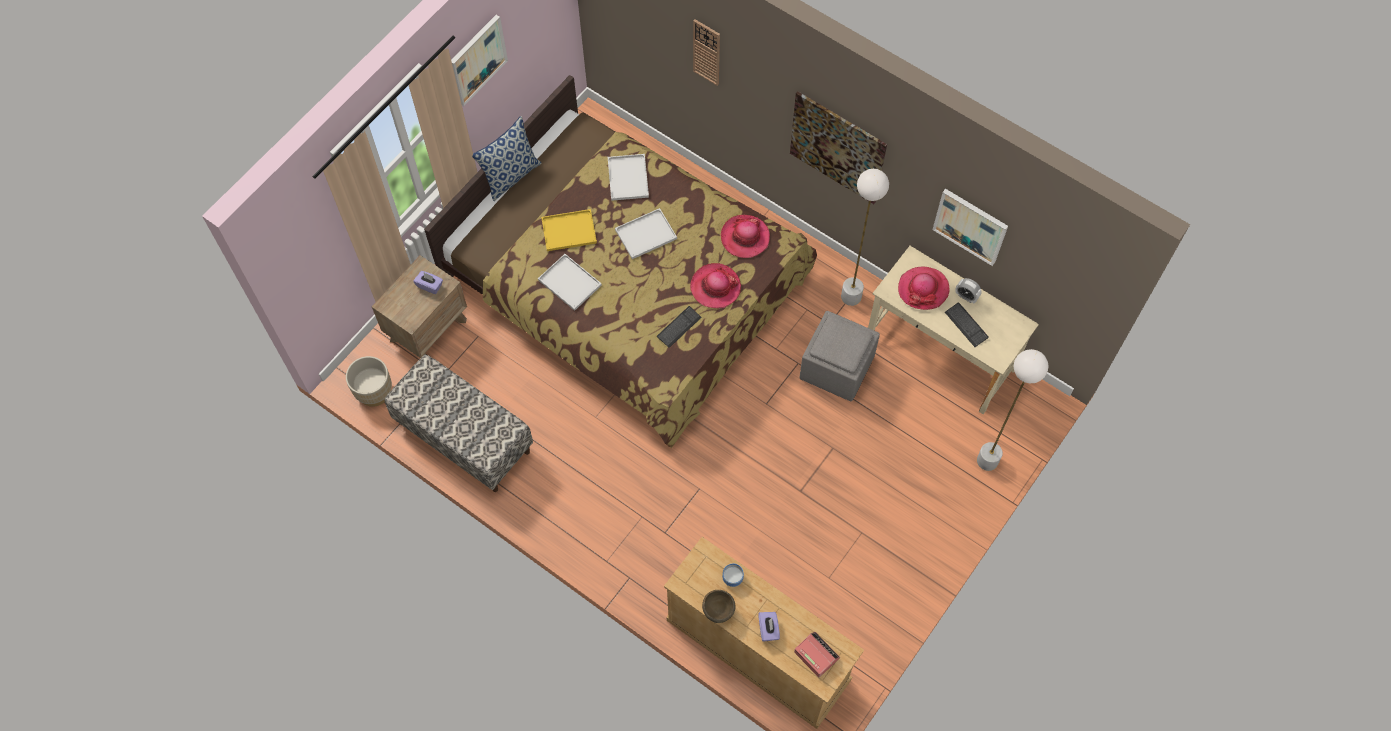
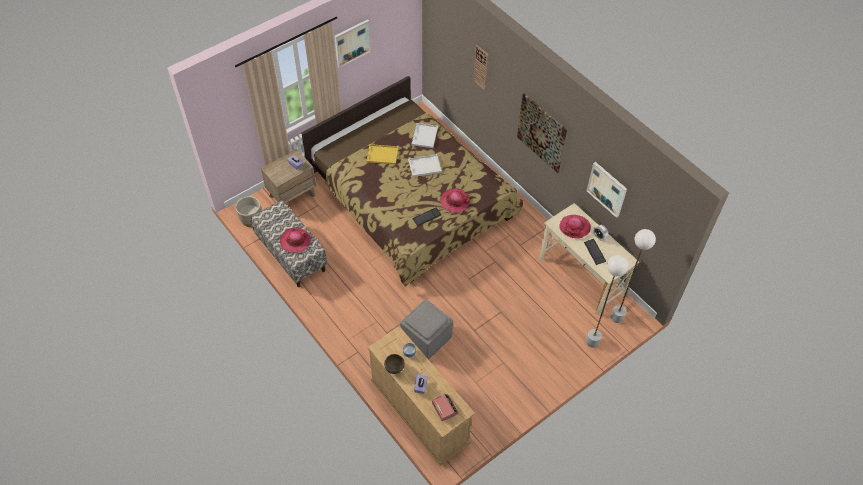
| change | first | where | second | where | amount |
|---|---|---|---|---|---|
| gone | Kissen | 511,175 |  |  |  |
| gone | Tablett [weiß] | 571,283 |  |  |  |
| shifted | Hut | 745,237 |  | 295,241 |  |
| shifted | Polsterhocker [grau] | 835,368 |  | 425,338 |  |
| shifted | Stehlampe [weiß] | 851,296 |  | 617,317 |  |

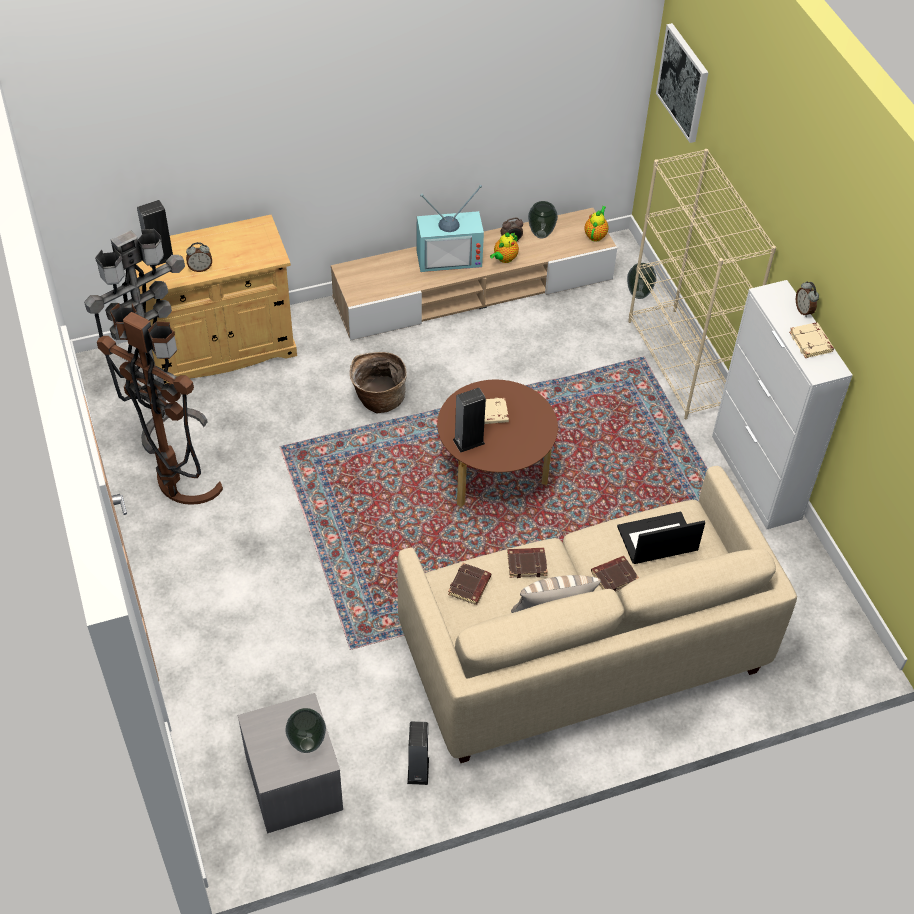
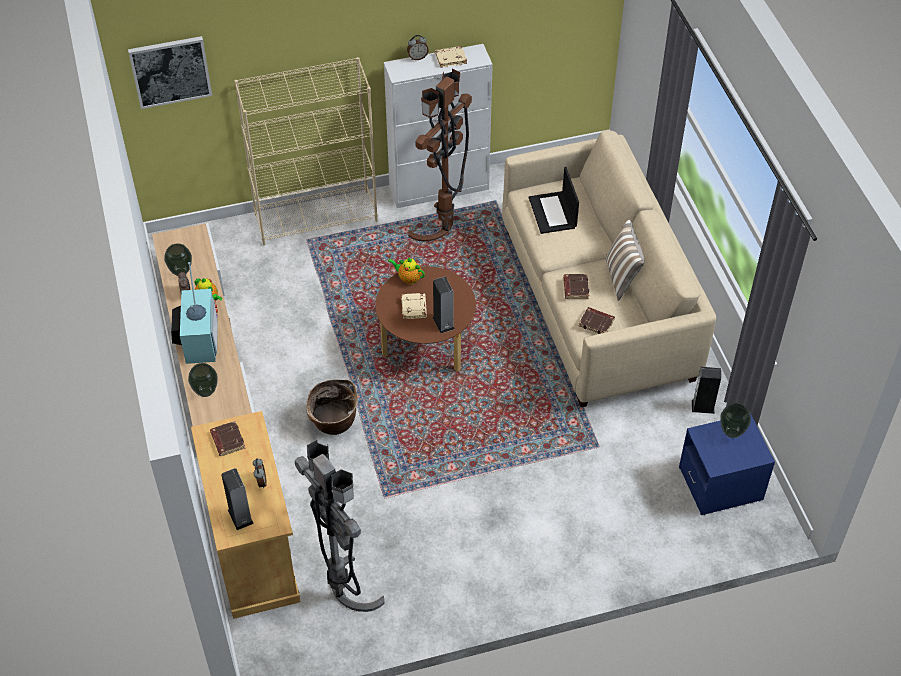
| change | first | where | second | where | amount |
|---|---|---|---|---|---|
| shifted | Stehlampe [braun] | 177,493 |  | 442,229 |  |
| repainted | Nachttisch [grau] | 294,784 | Nachttisch [blau] | 720,484 |  |
| shifted | Teekanne | 595,235 |  | 408,278 |  |
| shifted | Buch [braun] | 614,576 |  | 227,440 |  |
| shifted | Vase | 638,294 |  | 205,392 |  |

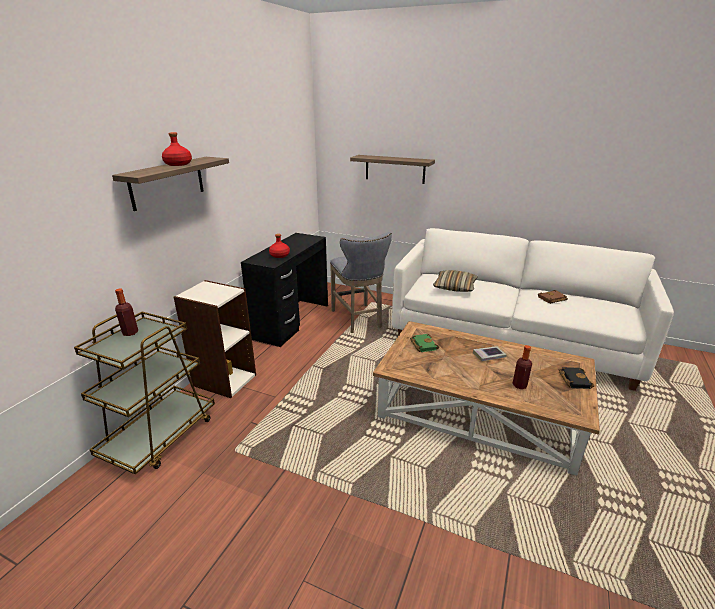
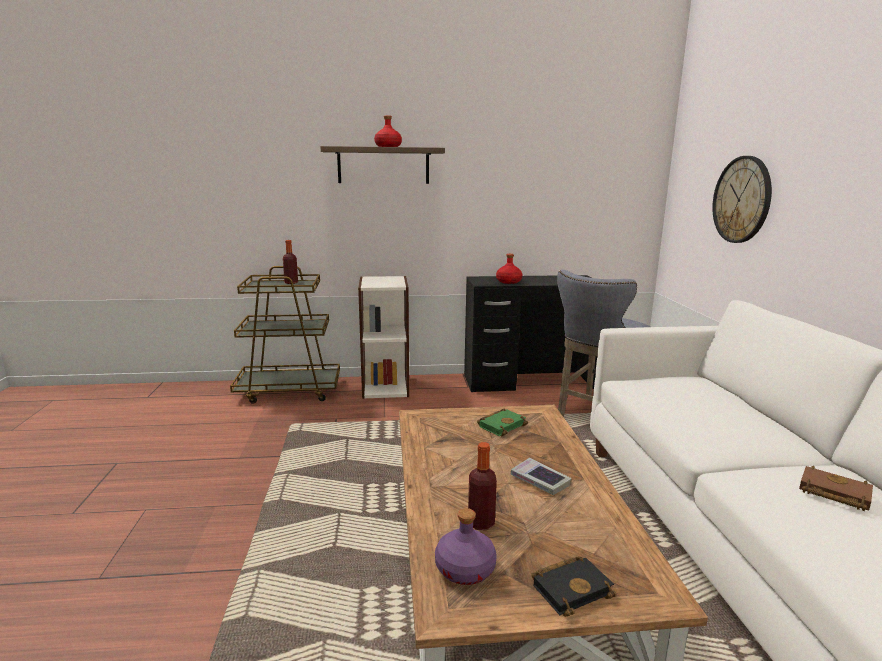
| change | first | where | second | where | amount |
|---|---|---|---|---|---|
| swapped | Wandregal | 395,169 | Wanduhr | 742,200 |  |
| gone | Kissen | 454,287 |  |  |  |
| new |  |  | Flasche [lila] | 465,569 |  |

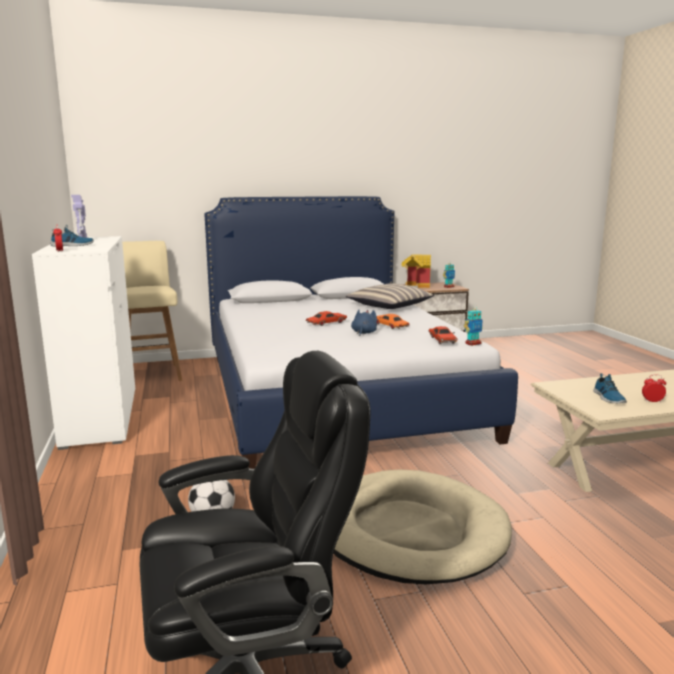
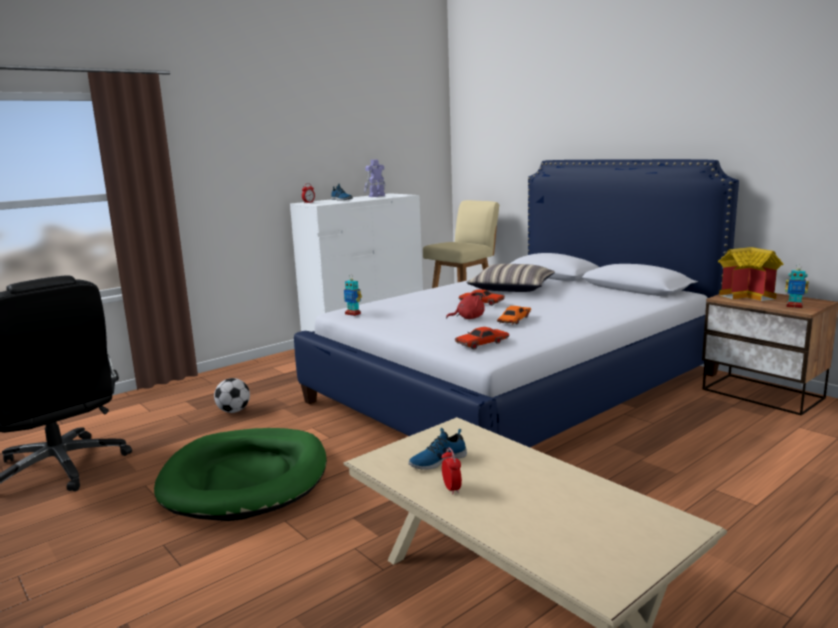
| change | first | where | second | where | amount |
|---|---|---|---|---|---|
| repainted | Hundebett [beige] | 408,532 | Hundebett [grün] | 246,478 |  |
| shifted | Kissen | 389,305 |  | 511,288 |  |
| repainted | Plüschtier [blau] | 363,333 | Plüschtier [rot] | 468,318 |  |
| shifted | Spielzeugroboter | 473,343 |  | 353,314 |  |

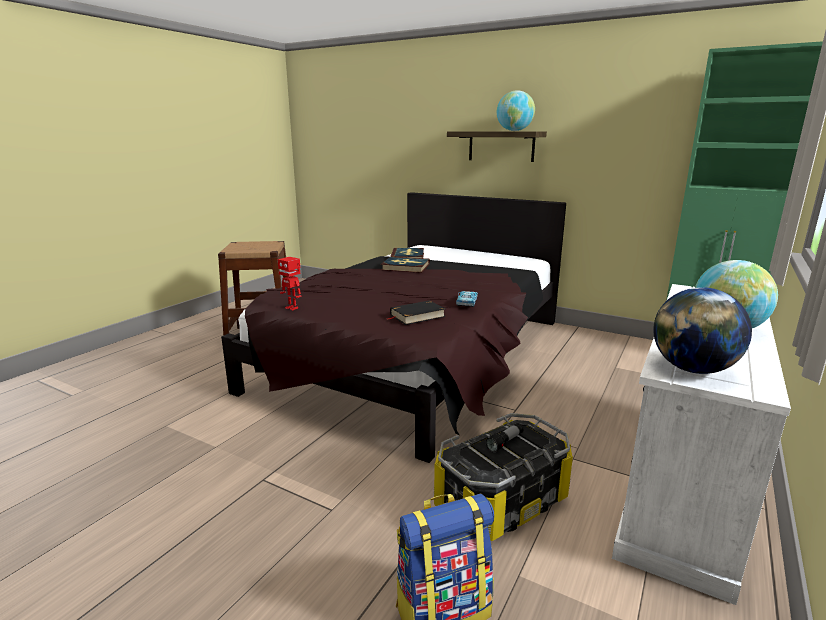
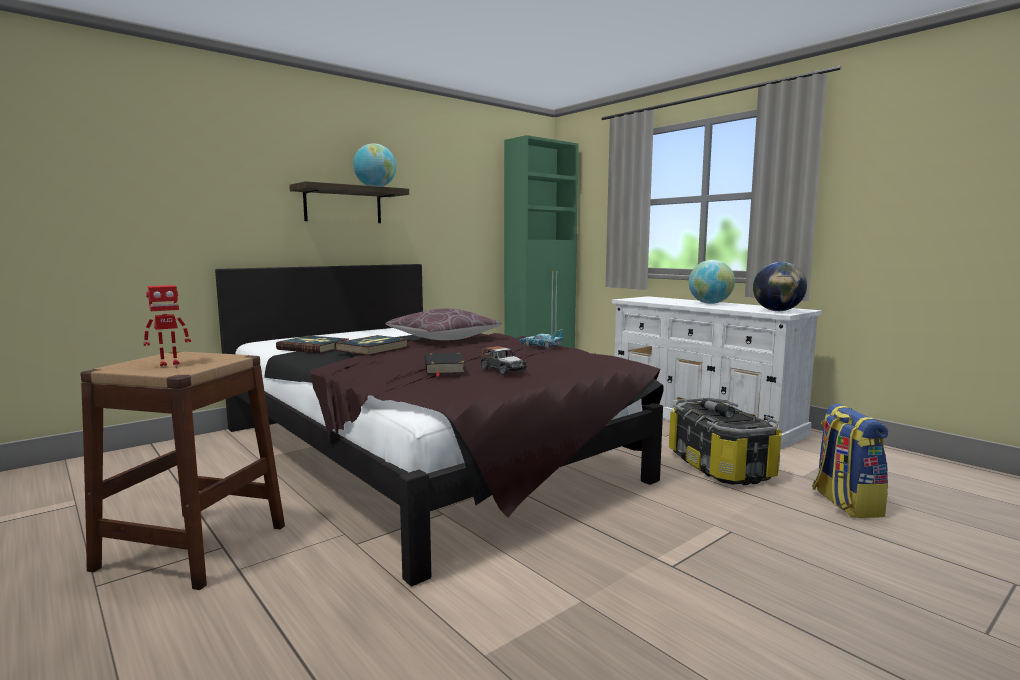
| change | first | where | second | where | amount |
|---|---|---|---|---|---|
| shifted | Spielzeugroboter | 292,308 |  | 169,363 |  |
| shifted | Buch [schwarz] | 417,316 |  | 443,368 |  |
| new |  |  | Kissen [braun] | 444,339 |  |
| new |  |  | Spielzeugauto | 502,370 |  |

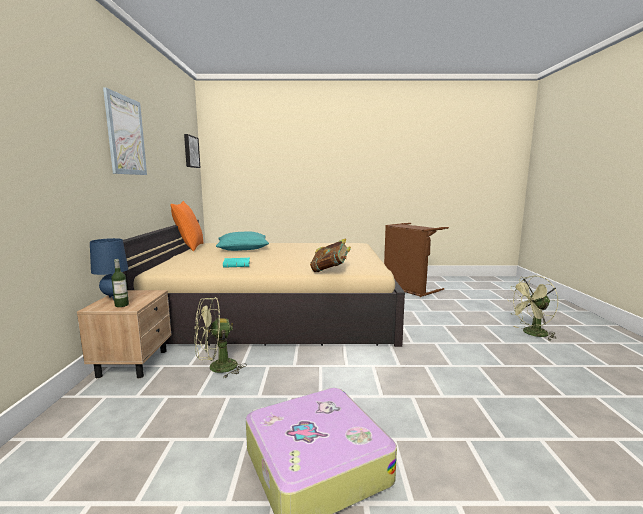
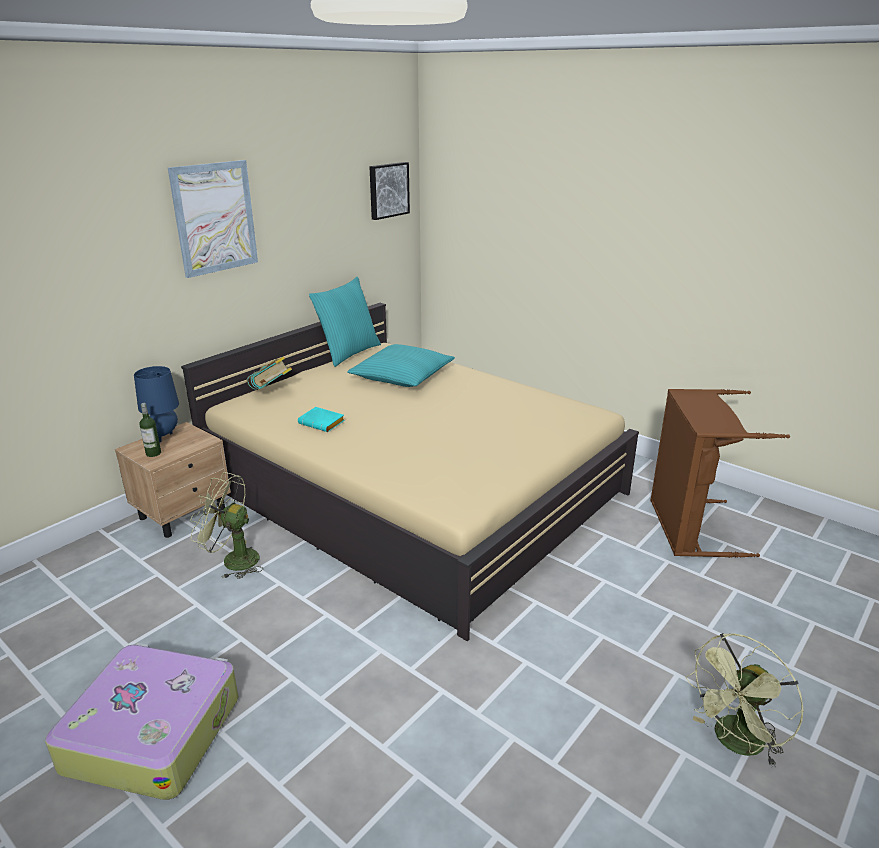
| change | first | where | second | where | amount |
|---|---|---|---|---|---|
| repainted | Kissen [orange] | 189,247 | Kissen [türkis] | 348,353 |  |
| shifted | Buch | 330,271 |  | 271,392 |  |
| rotated | Ventilator [grün] | 531,334 |  | 734,743 | 60 degrees counterclockwise |

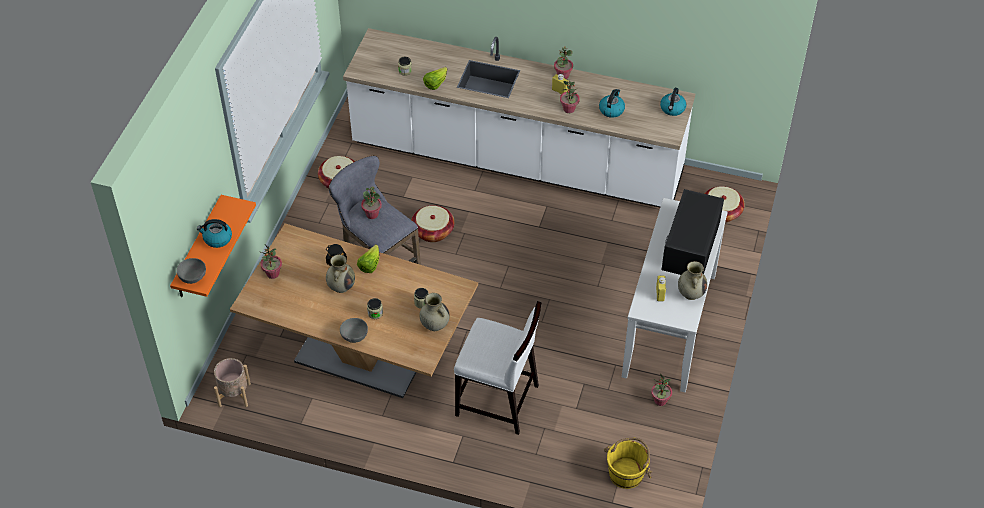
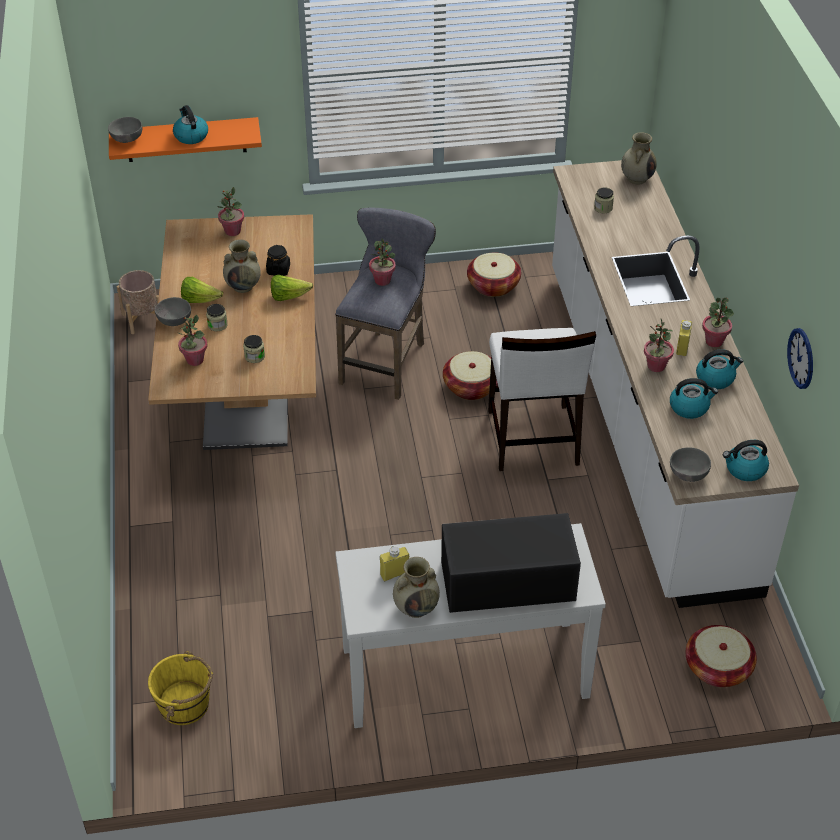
| change | first | where | second | where | amount |
|---|---|---|---|---|---|
| shifted | Vase [beige] | 434,324 |  | 637,178 |  |
| shifted | Salatkopf | 435,84 |  | 200,300 |  |
| shifted | Stuhl [weiß] | 498,401 |  | 532,438 |  |
| shifted | Topfpflanze | 660,401 |  | 194,360 |  |
| new |  |  | Schüssel [grau] | 687,475 |  |
| new |  |  | Wasserkessel | 715,378 |  |
| new |  |  | Wanduhr | 801,358 |  |

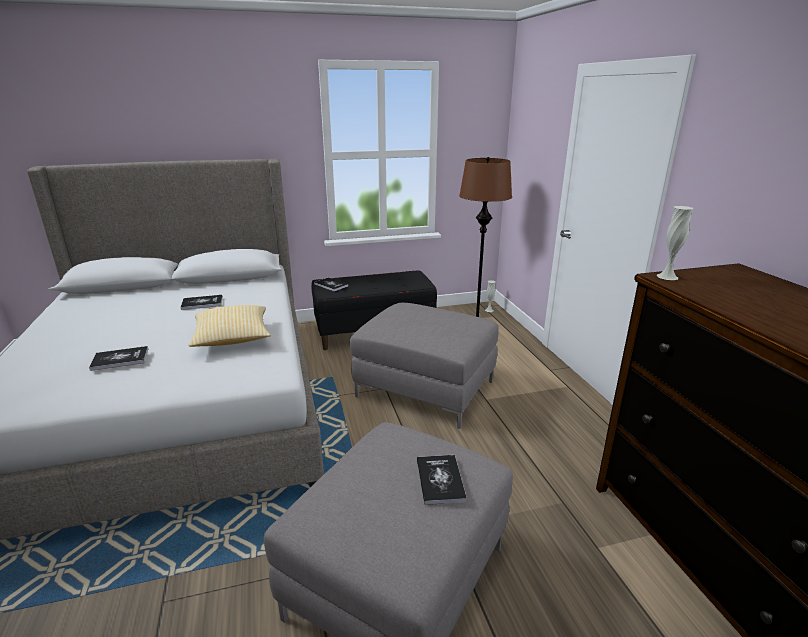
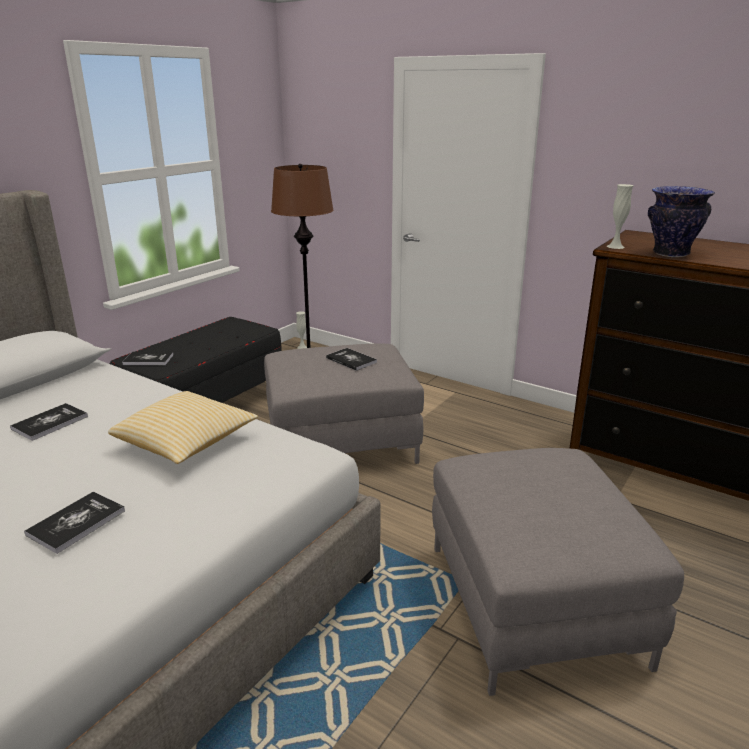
| change | first | where | second | where | amount |
|---|---|---|---|---|---|
| shifted | Buch | 440,480 |  | 351,360 |  |
| new |  |  | Vase | 670,253 |  |

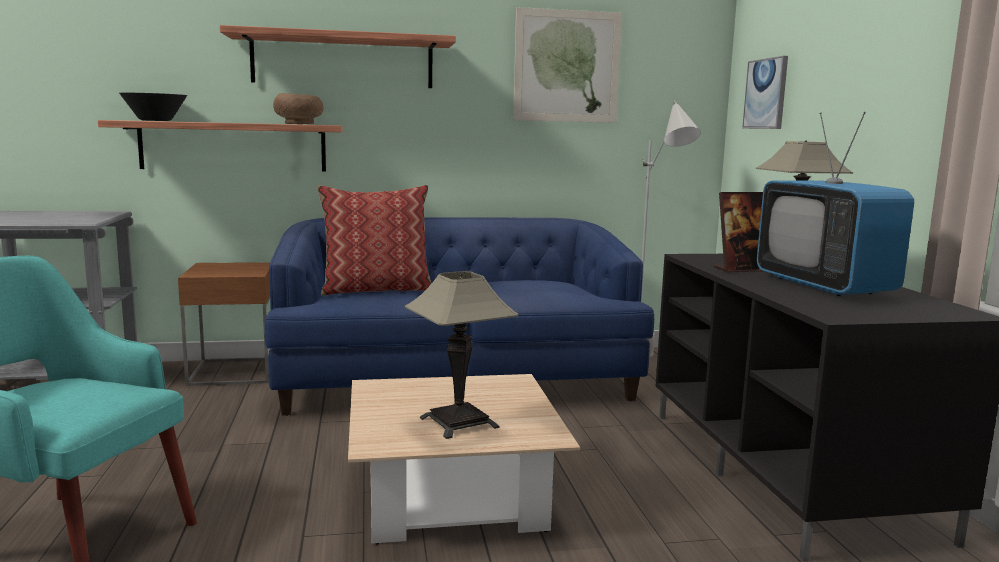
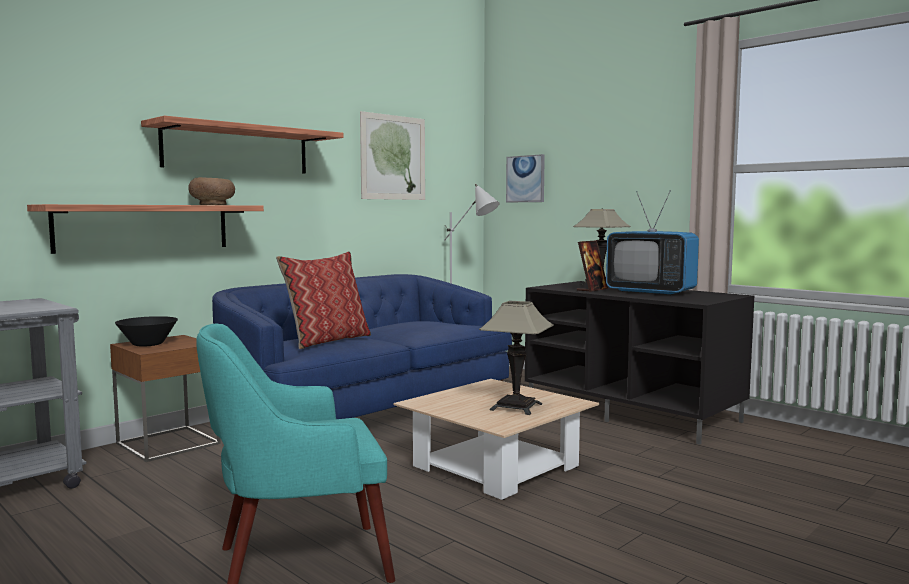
| change | first | where | second | where | amount |
|---|---|---|---|---|---|
| shifted | Schüssel [schwarz] | 155,120 |  | 147,344 |  |

